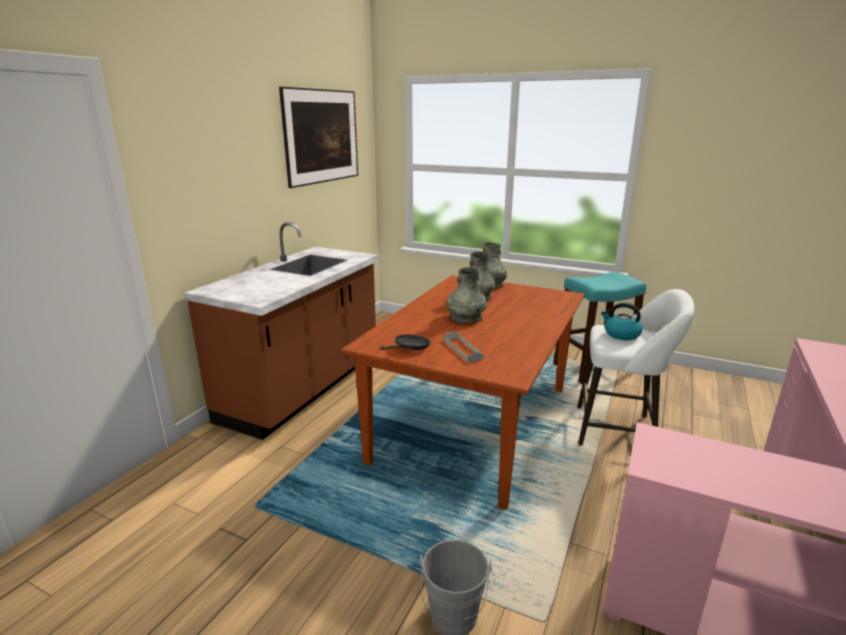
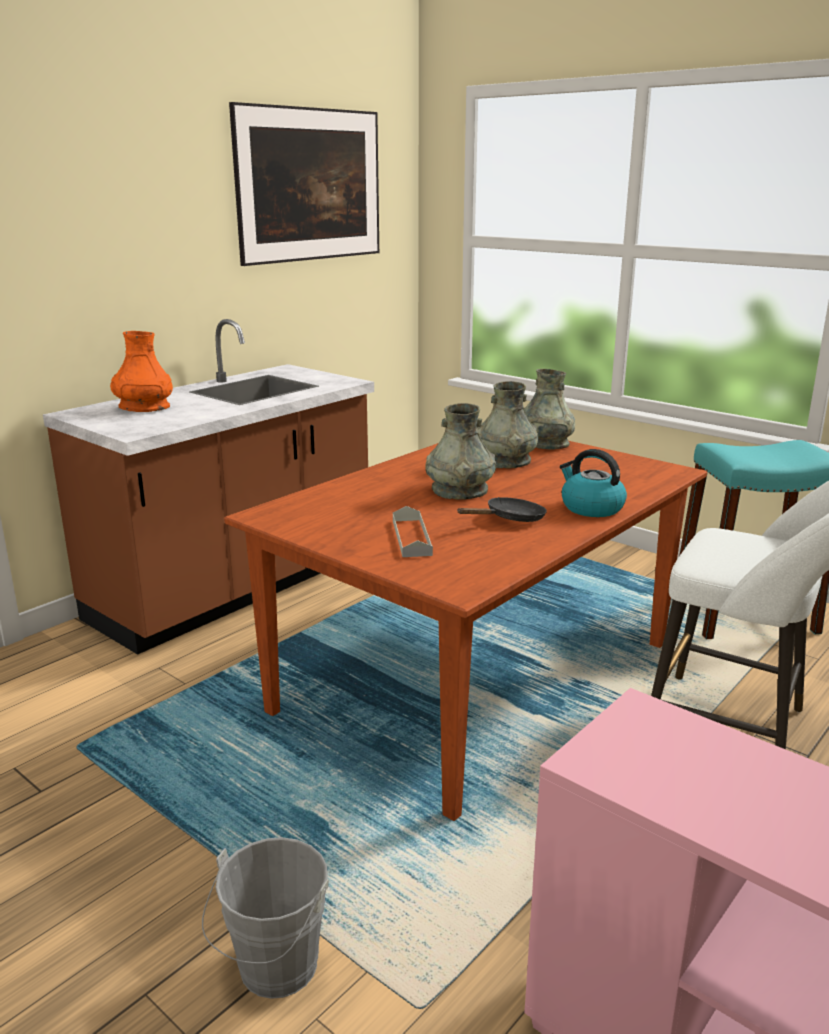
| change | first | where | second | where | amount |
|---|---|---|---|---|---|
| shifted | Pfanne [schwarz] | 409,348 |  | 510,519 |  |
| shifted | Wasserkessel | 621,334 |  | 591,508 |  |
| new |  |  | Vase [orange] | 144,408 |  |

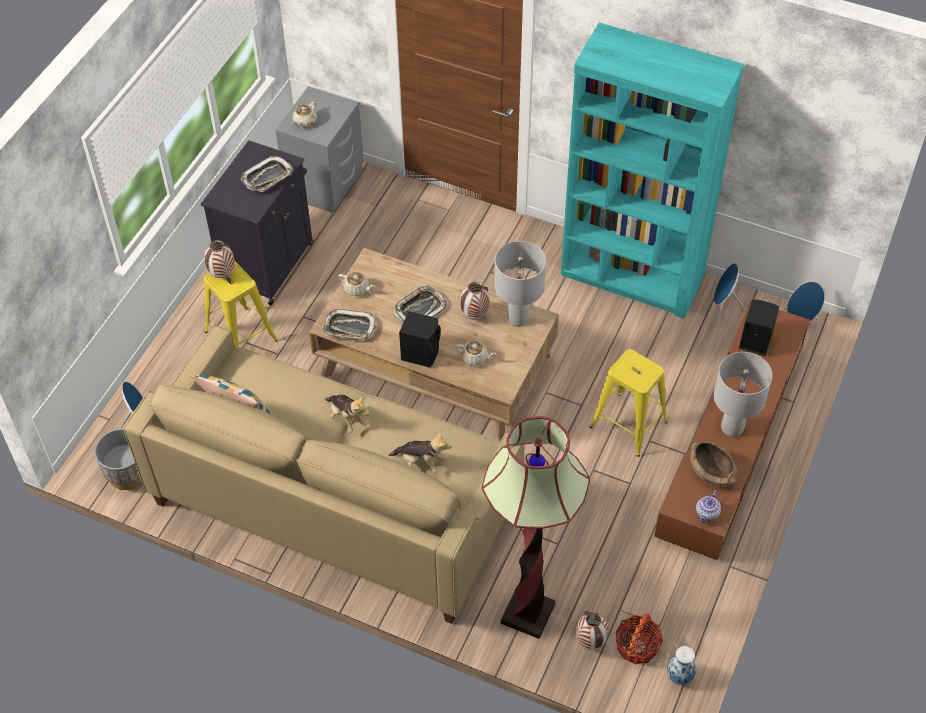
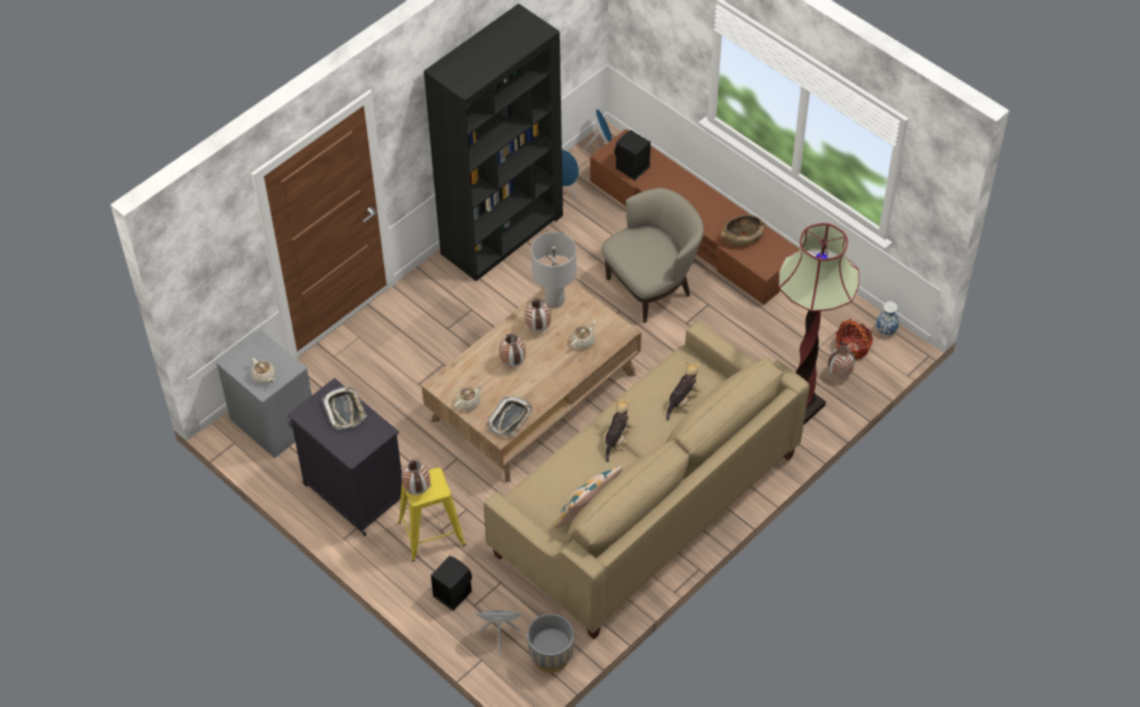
| change | first | where | second | where | amount |
|---|---|---|---|---|---|
| rotated | Plüschtier | 347,418 |  | 617,439 | 45 degrees counterclockwise |
| swapped | Tablett | 420,308 | Vase | 512,363 |  |
| shifted | Lautsprecher [schwarz] | 421,352 |  | 452,593 |  |
| repainted | Bücherregal [türkis] | 632,277 | Bücherregal [schwarz] | 502,234 |  |
| swapped | Hocker [gelb] | 628,424 | Sessel [beige] | 652,287 |  |
| gone | Teekanne | 707,514 |  |  |  |
| gone | Tischlampe [grau] | 732,427 |  |  |  |

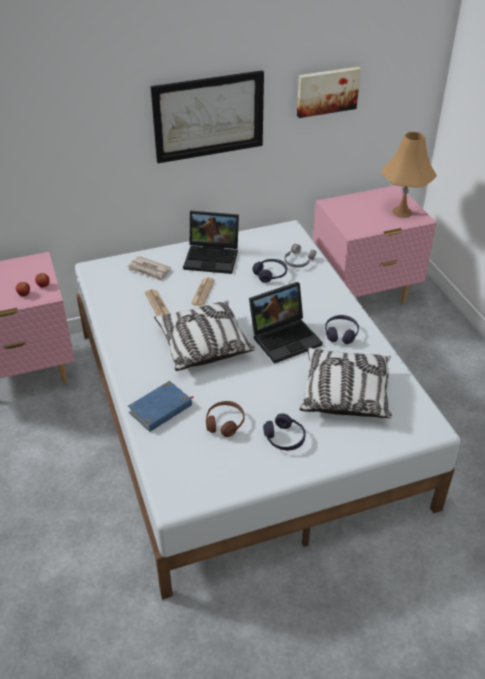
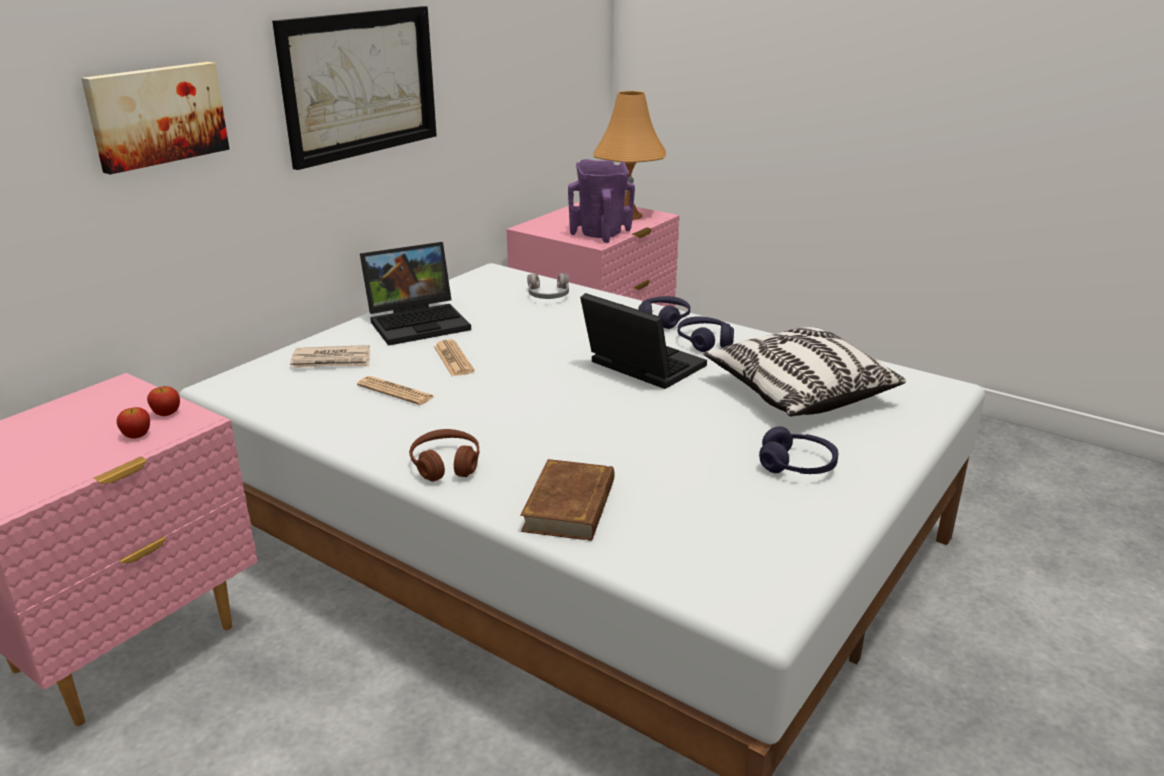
| change | first | where | second | where | amount |
|---|---|---|---|---|---|
| repainted | Buch [blau] | 161,409 | Buch [braun] | 570,506 |  |
| gone | Kissen | 203,345 |  |  |  |
| shifted | Kopfhörer [braun] | 225,423 |  | 446,465 |  |
| rotated | Laptop | 285,337 |  | 639,366 | 75 degrees counterclockwise |
| shifted | Kopfhörer [lila] | 270,274 |  | 663,319 |  |
| shifted | Bild | 327,91 |  | 156,115 |  |
| new |  |  | Vase [lila] | 601,235 |  |

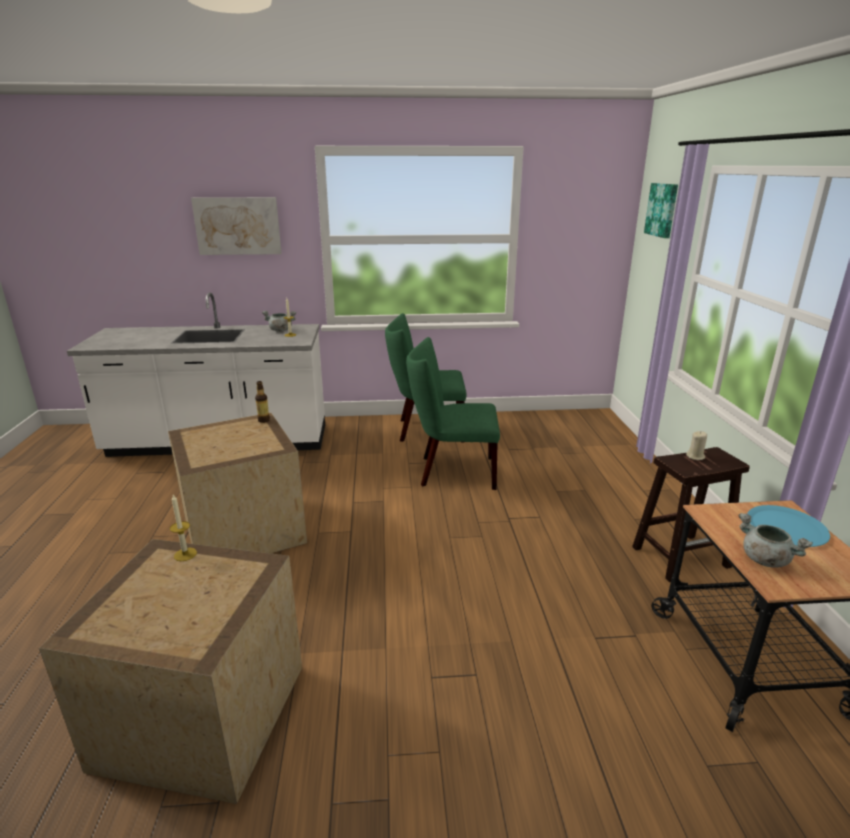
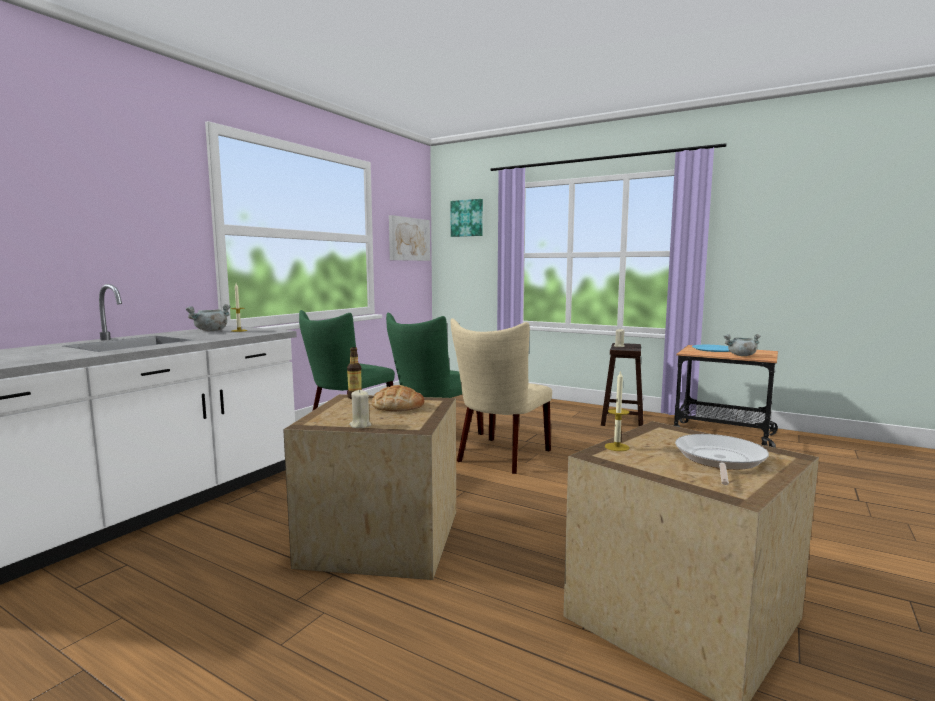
| change | first | where | second | where | amount |
|---|---|---|---|---|---|
| shifted | Bild | 238,226 |  | 409,239 |  |
| new |  |  | Kerze [beige] | 360,425 |  |
| new |  |  | Brot | 398,406 |  |
| new |  |  | Stuhl [beige] | 500,457 |  |
| new |  |  | Pfanne | 719,460 |  |

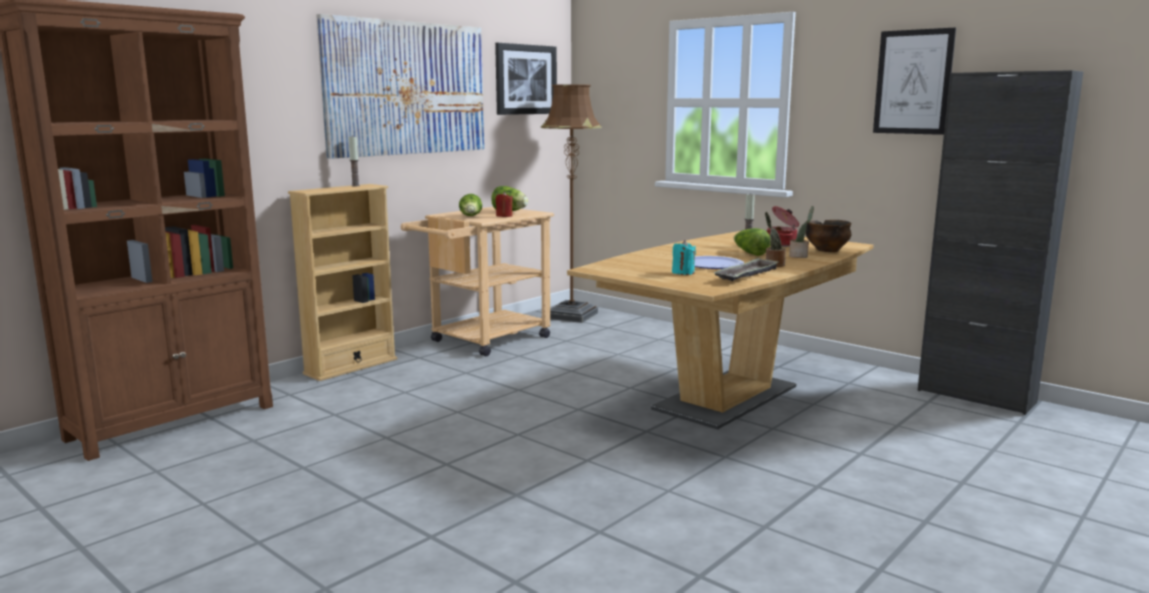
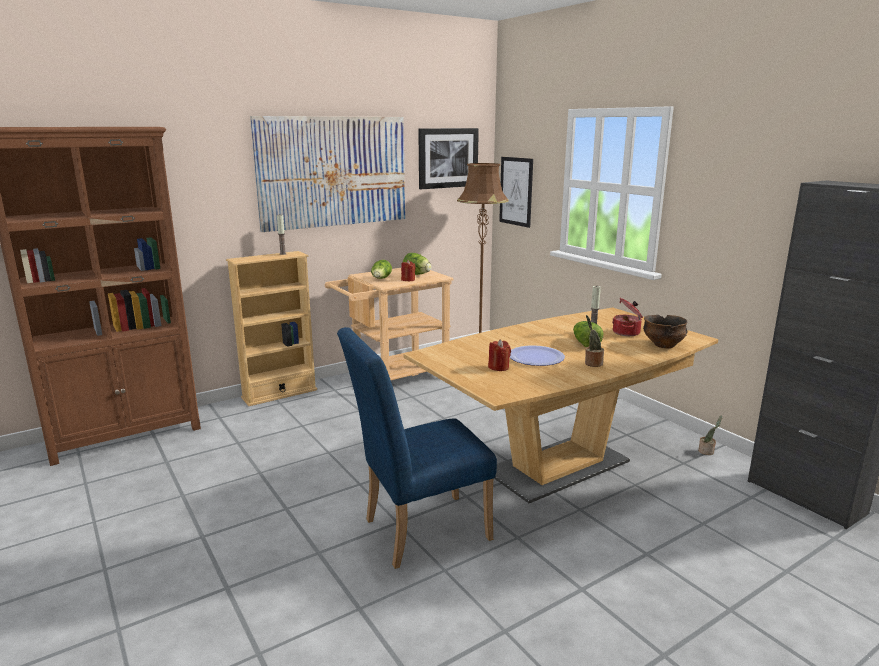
| change | first | where | second | where | amount |
|---|---|---|---|---|---|
| repainted | Kerze [türkis] | 683,272 | Kerze [rot] | 498,367 |  |
| gone | Tablett | 747,275 |  |  |  |
| shifted | Topfpflanze | 799,256 |  | 707,451 |  |
| shifted | Bild | 913,82 |  | 516,191 |  |
| new |  |  | Stuhl [blau] | 417,531 |  |

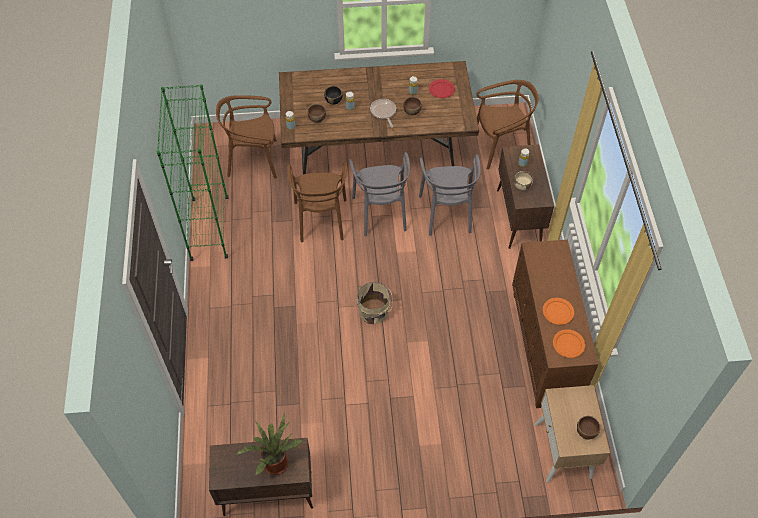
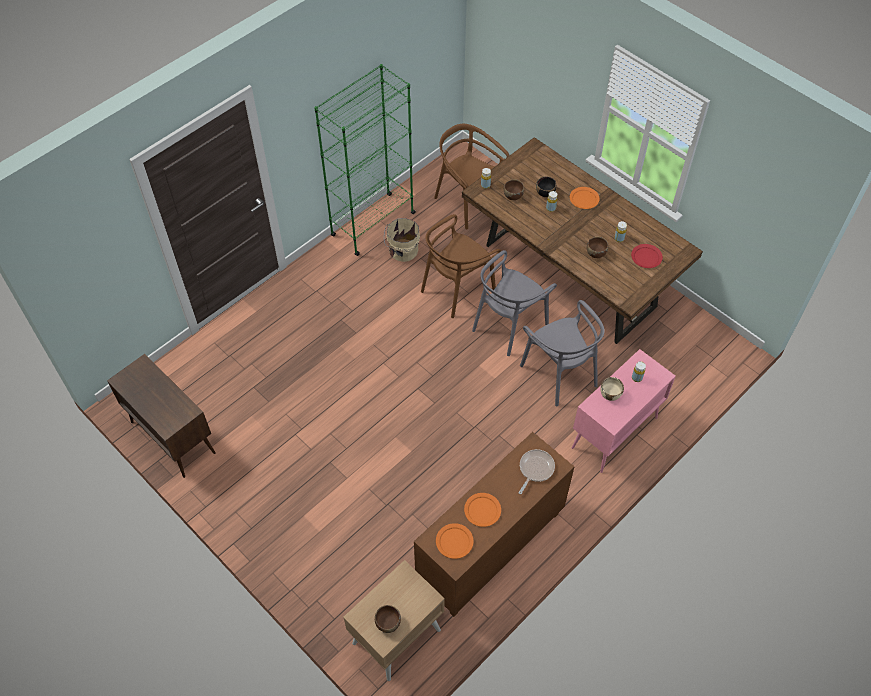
| change | first | where | second | where | amount |
|---|---|---|---|---|---|
| gone | Topfpflanze | 274,461 |  |  |  |
| shifted | Eimer [beige] | 374,312 |  | 403,251 |  |
| shifted | Pfanne | 383,112 |  | 535,469 |  |
| rotated | Stuhl [grau] | 447,213 |  | 560,373 | 75 degrees counterclockwise |
| gone | Stuhl [braun] | 501,147 |  |  |  |
| repainted | Schrank [braun] | 518,218 | Schrank [rosa] | 614,433 |  |
| new |  |  | Teller [orange] | 584,199 |  |

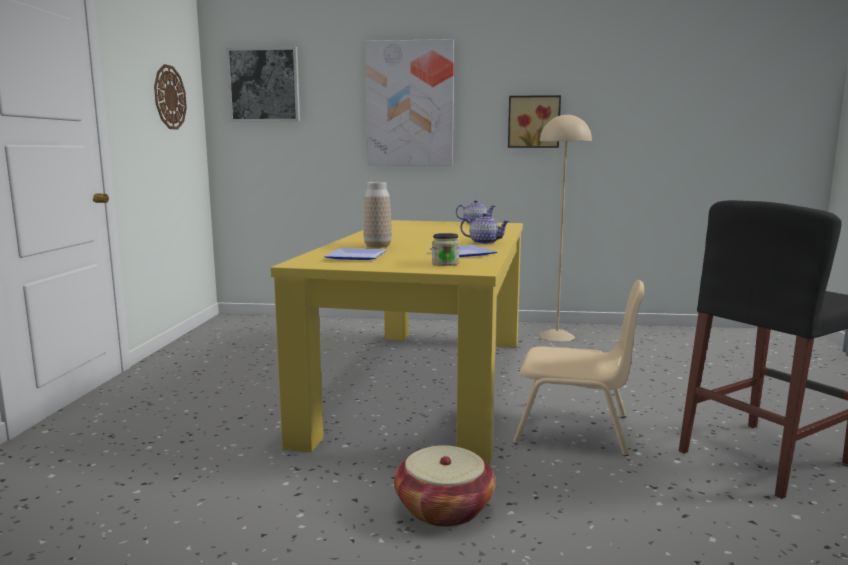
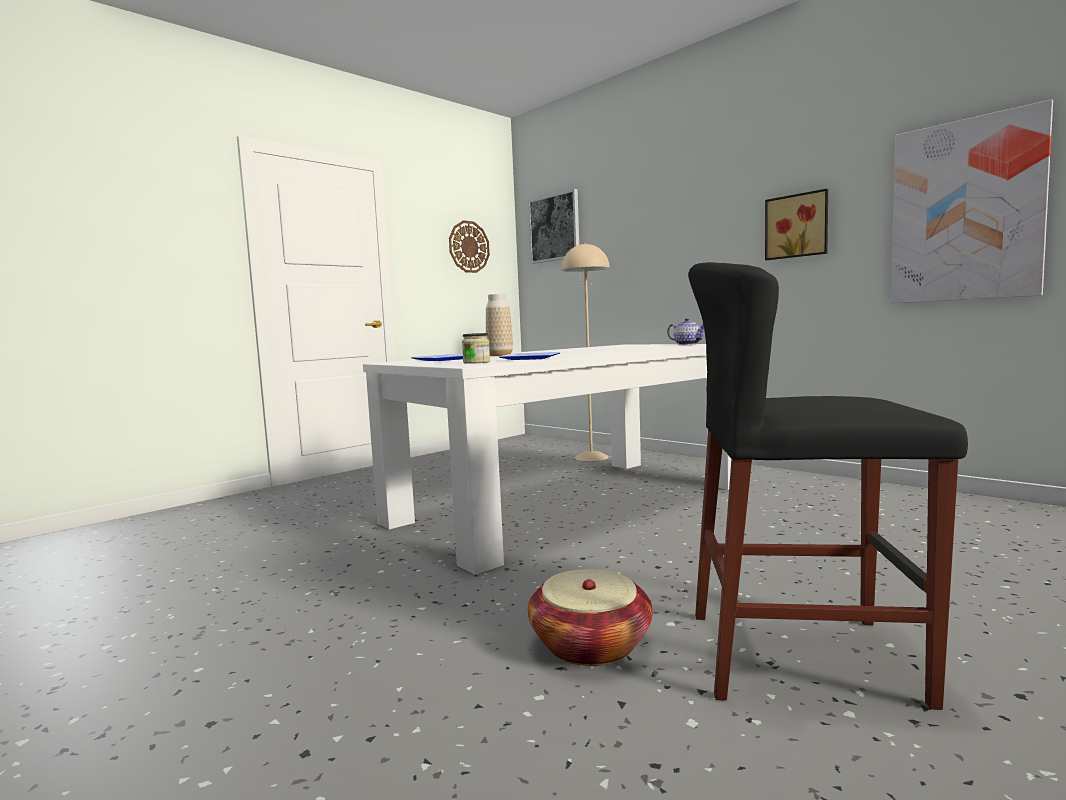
| change | first | where | second | where | amount |
|---|---|---|---|---|---|
| repainted | Esstisch [gelb] | 426,383 | Esstisch [weiß] | 571,503 |  |
| shifted | Bild | 410,104 |  | 965,211 |  |
| shifted | Korb | 444,508 |  | 590,645 |  |
| gone | Teekanne | 484,242 |  |  |  |
| gone | Stuhl [beige] | 574,429 |  |  |  |
| shifted | Stehlampe [beige] | 556,336 |  | 591,457 |  |

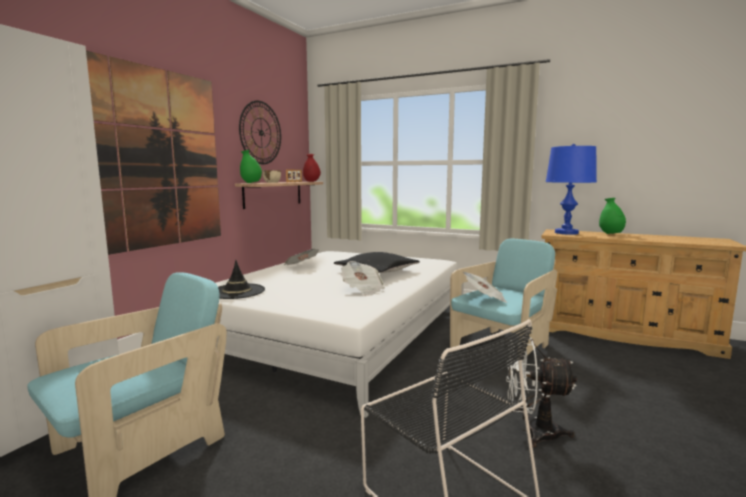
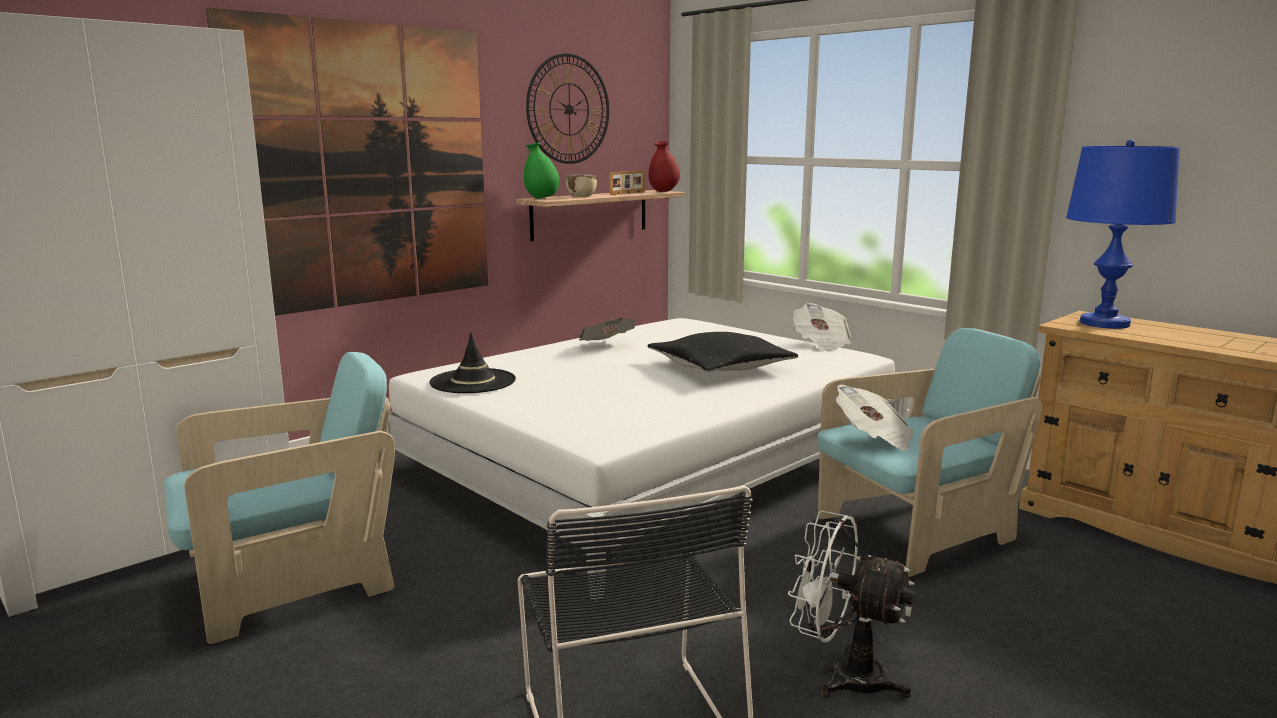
| change | first | where | second | where | amount |
|---|---|---|---|---|---|
| shifted | Zeitung | 362,290 |  | 821,343 |  |
| gone | Vase [grün] | 611,234 |  |  |  |

